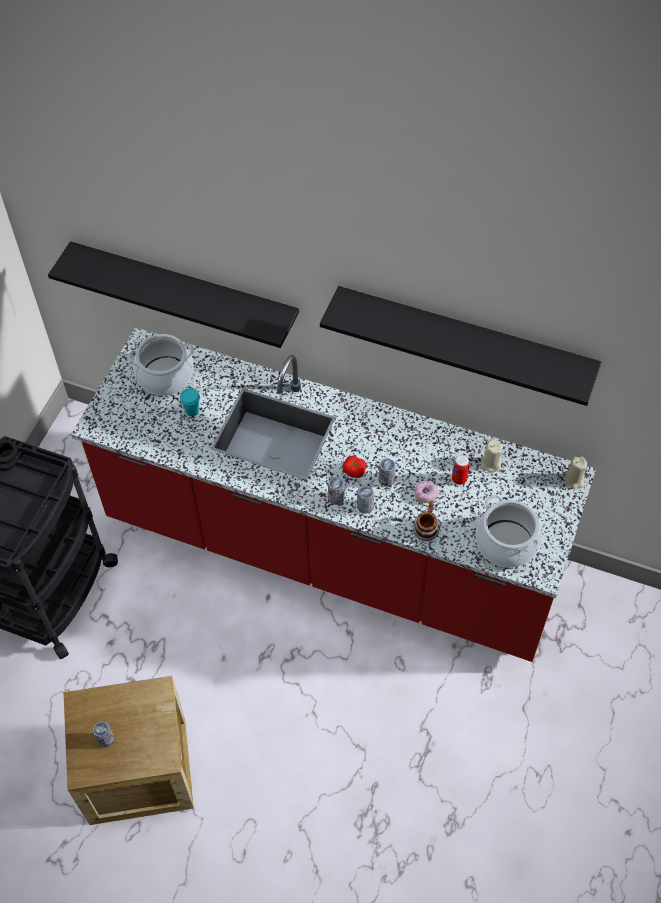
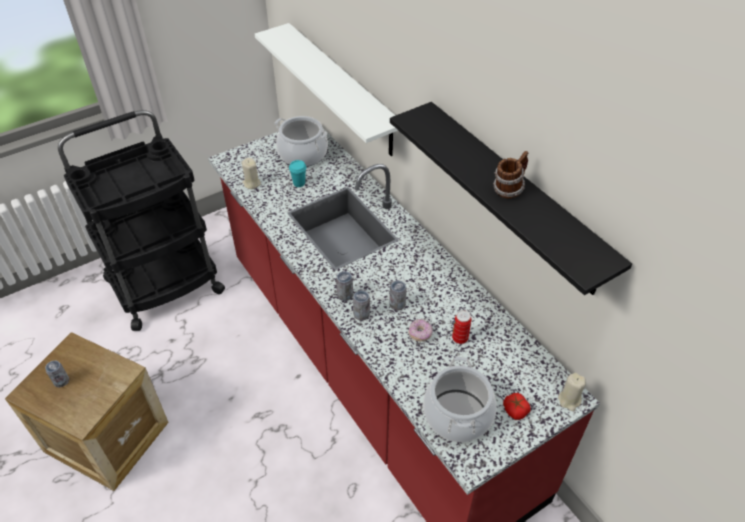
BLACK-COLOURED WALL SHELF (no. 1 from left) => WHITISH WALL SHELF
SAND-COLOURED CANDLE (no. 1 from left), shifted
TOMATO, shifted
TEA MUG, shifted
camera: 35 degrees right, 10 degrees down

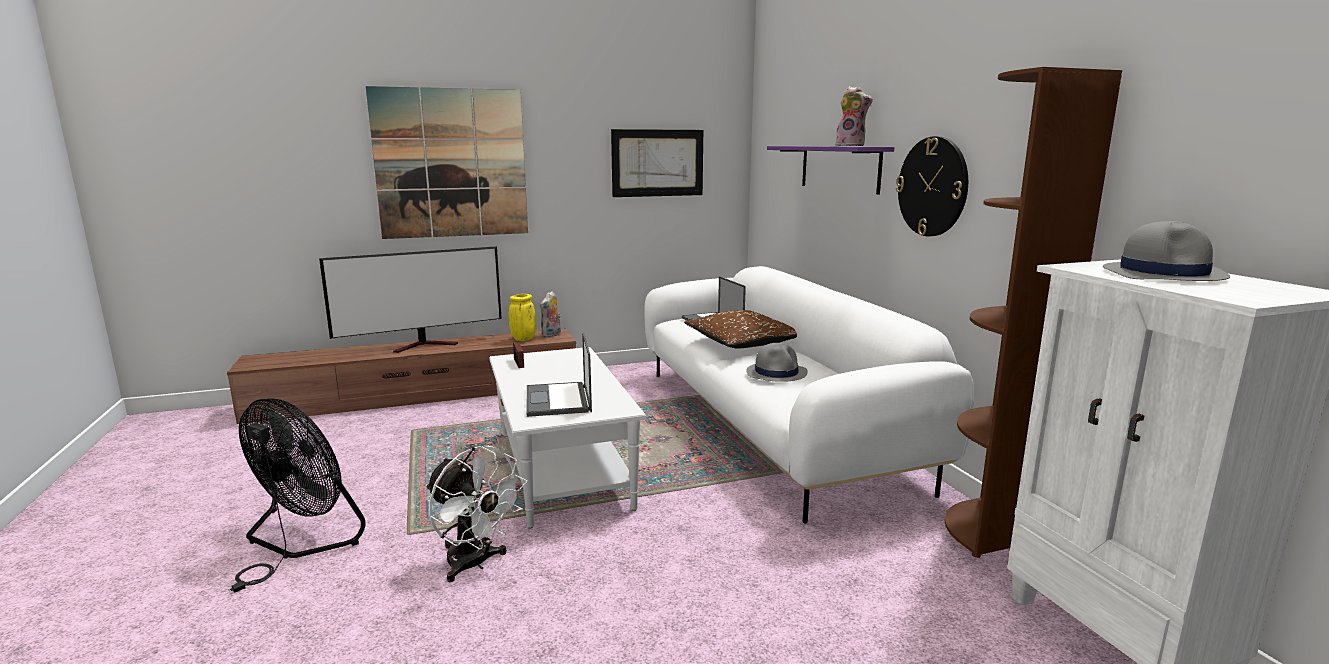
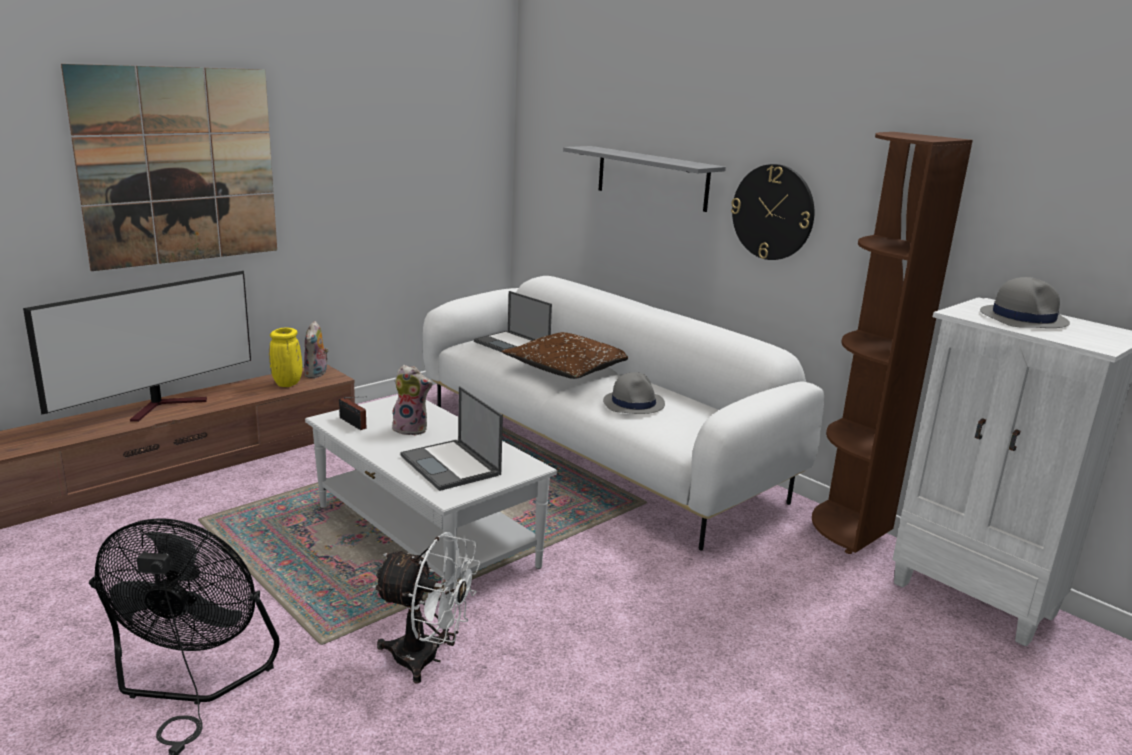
PLUSH TOY (no. 2 from left), shifted
PICTURE (no. 2 from left) => nothing
PURPLE WALL SHELF => GREYISH WALL SHELF
camera: 25 degrees left, 5 degrees up

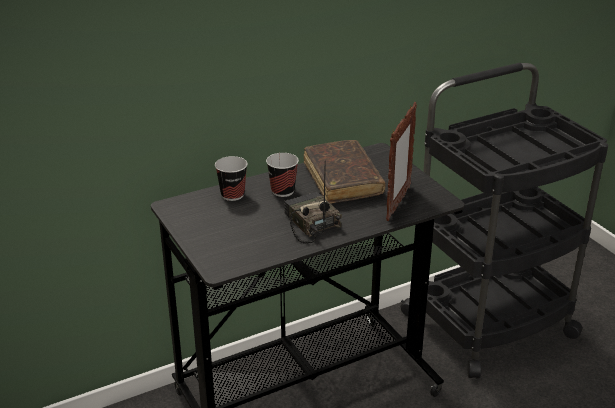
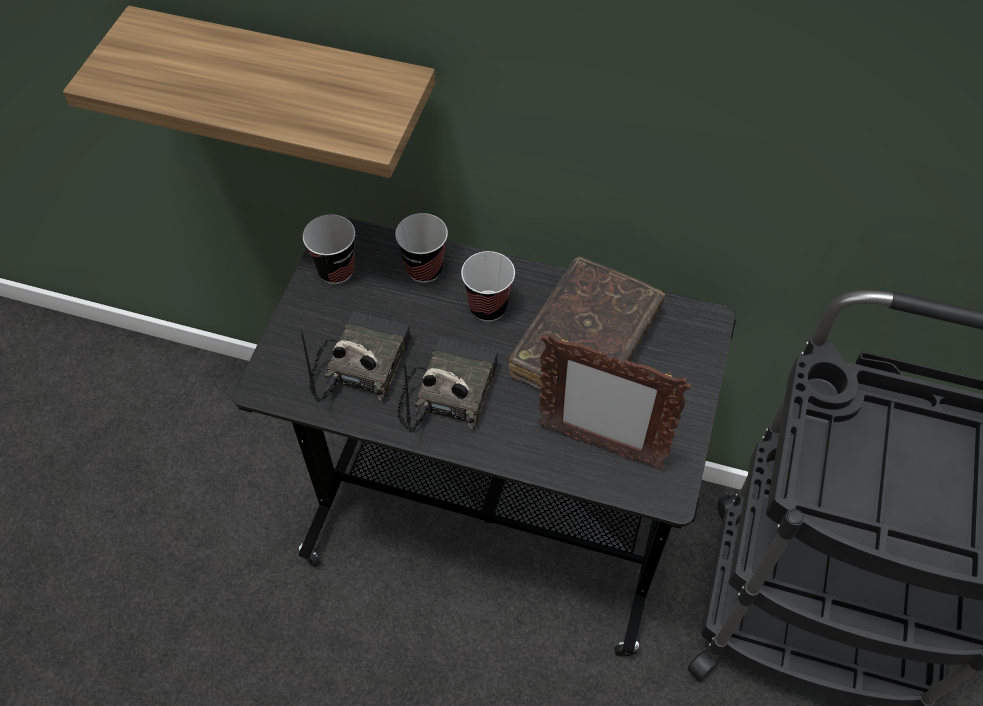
PHOTO FRAME, 45 degrees clockwise
nothing => WALL SHELF
nothing => SMALL CUP (no. 1 from left)
nothing => RADIO RECEIVER (no. 1 from left)
camera: 45 degrees right, 25 degrees up

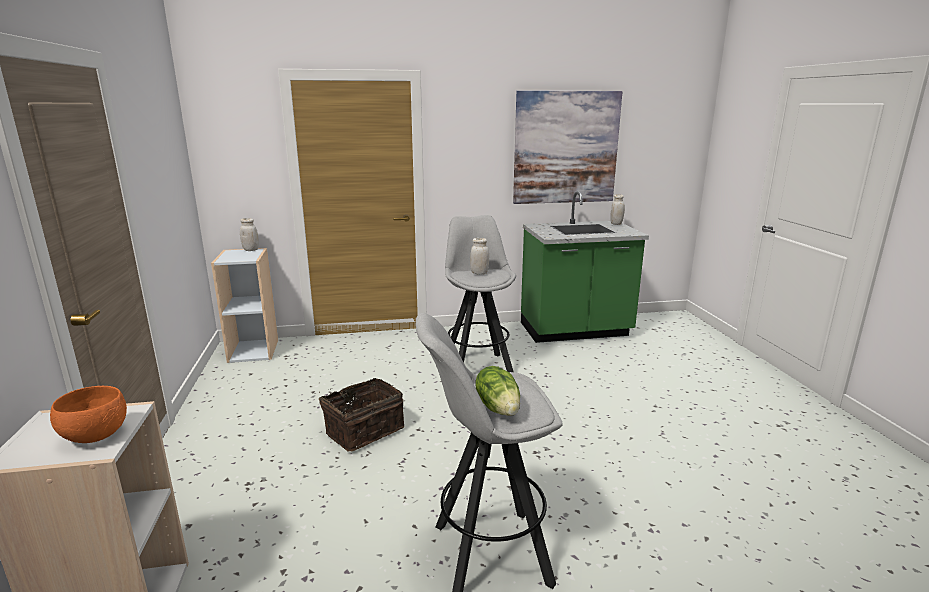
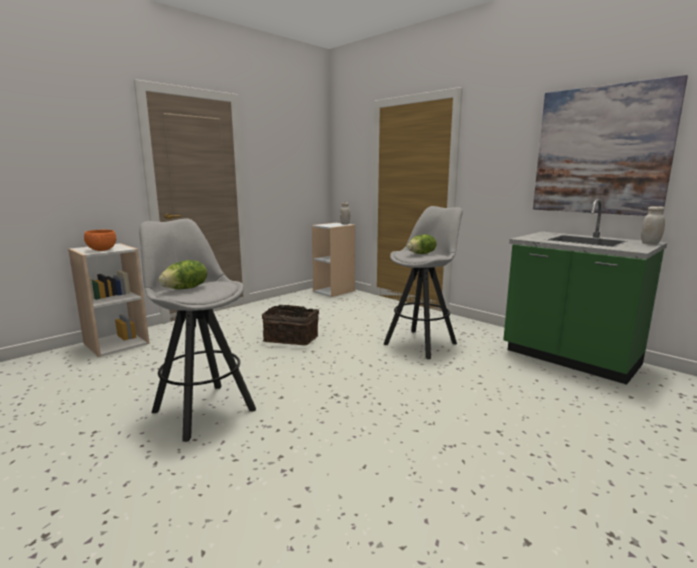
WHITISH JAR (no. 2 from left) => LETTUCE HEAD (no. 2 from left)
camera: 55 degrees right, 5 degrees down

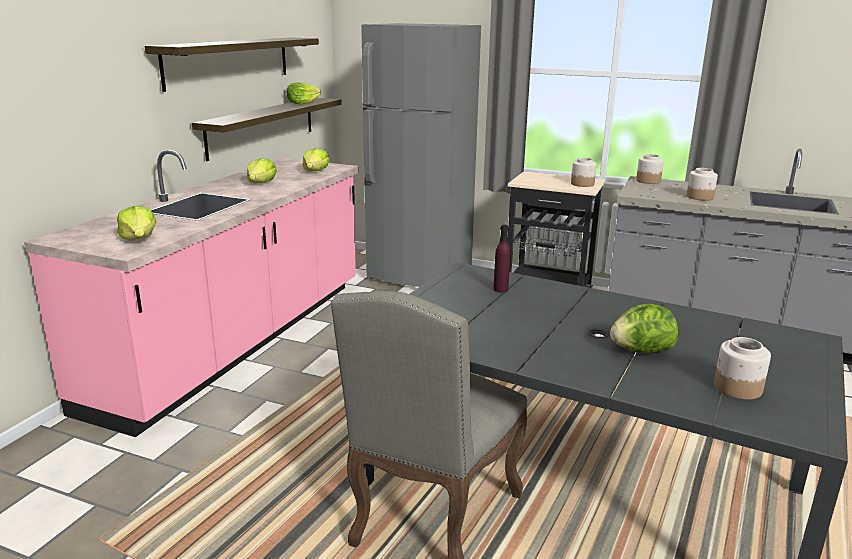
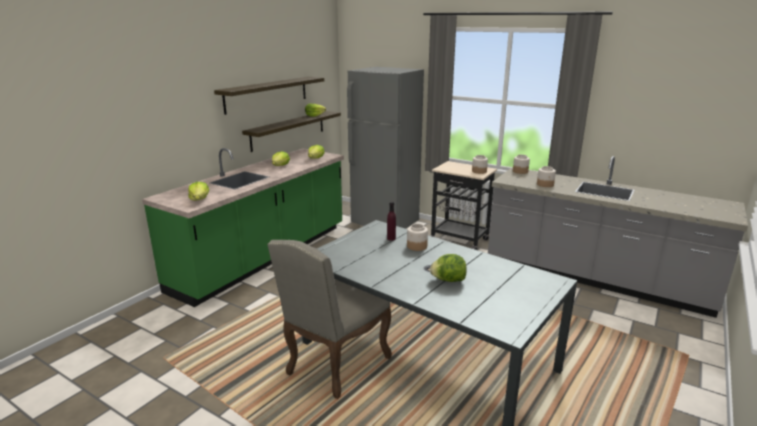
PINKISH COUNTER => GREEN COUNTER
JAR (no. 4 from left in the first image) => JAR (no. 1 from left), shifted
camera: 10 degrees right, 0 degrees up

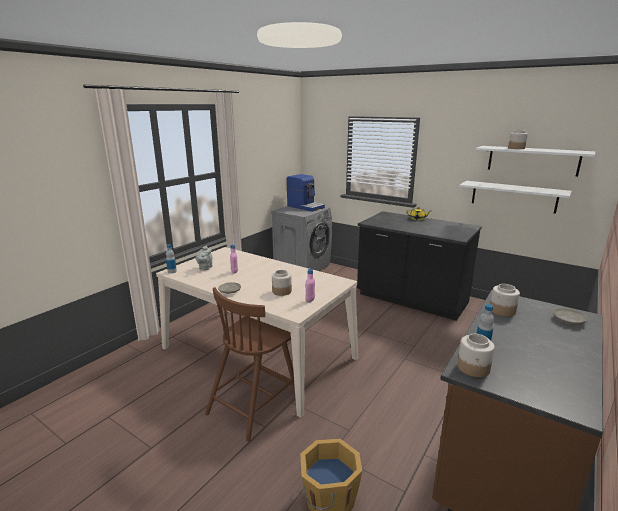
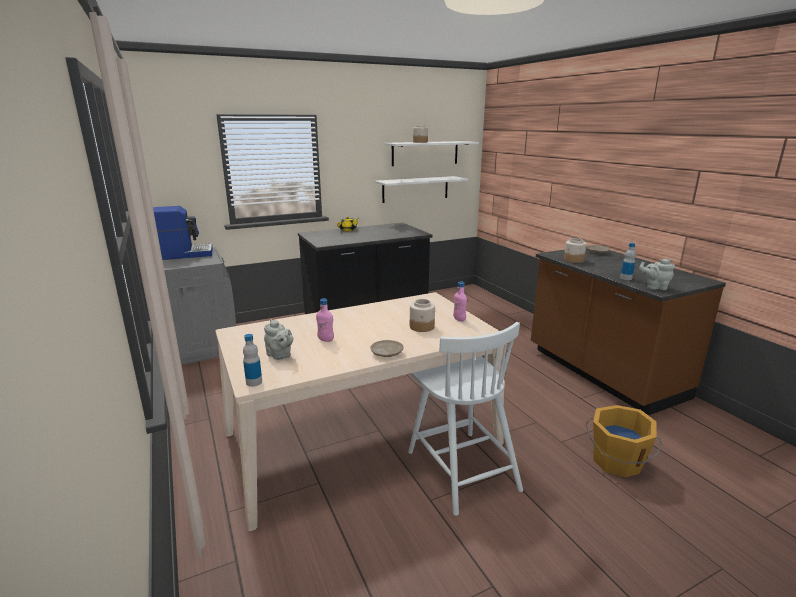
BROWN-COLOURED UPRIGHT CHAIR => WHITISH UPRIGHT CHAIR
JAR (no. 2 from left) => GREYISH POT FOR TEA (no. 2 from left)
camera: 60 degrees left, 0 degrees up

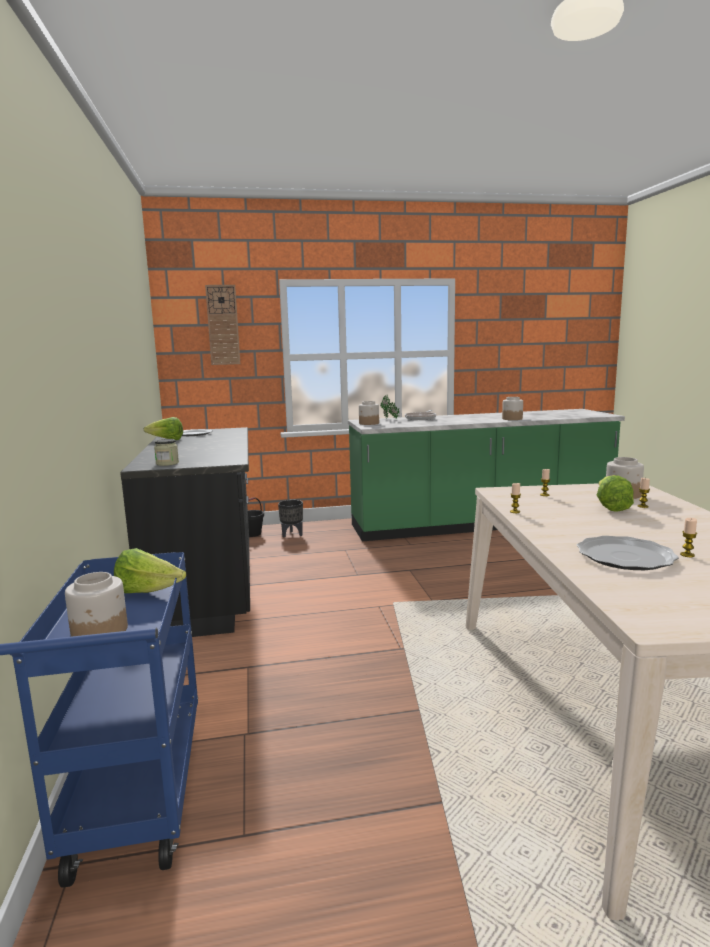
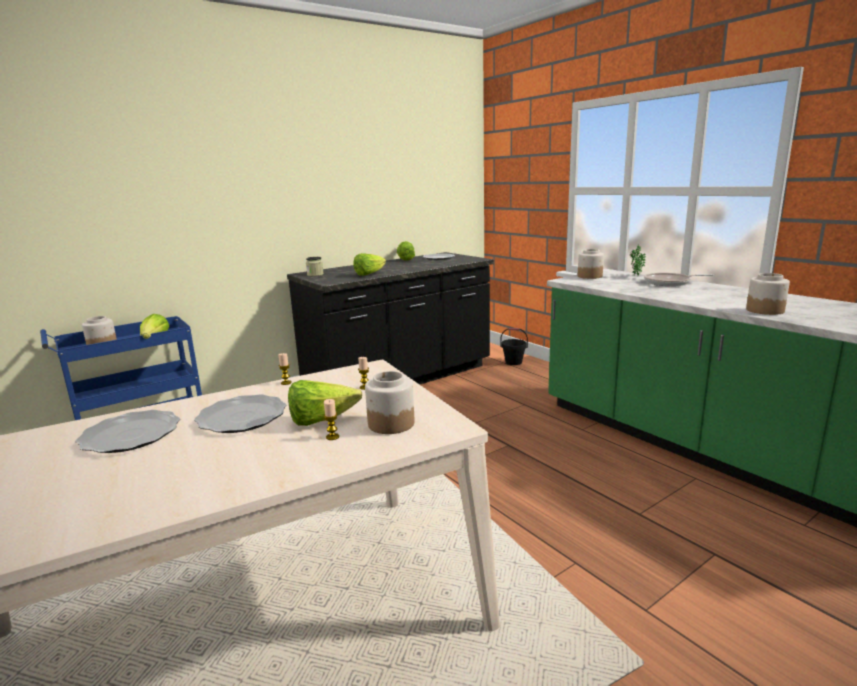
HANGING CLOCK => nothing
BLACK-COLOURED FLOWER POT => nothing
CANDLE (no. 4 from left) => nothing
nothing => LETTUCE HEAD (no. 3 from left)
nothing => FLAT DISH (no. 2 from left)
camera: 65 degrees right, 5 degrees up

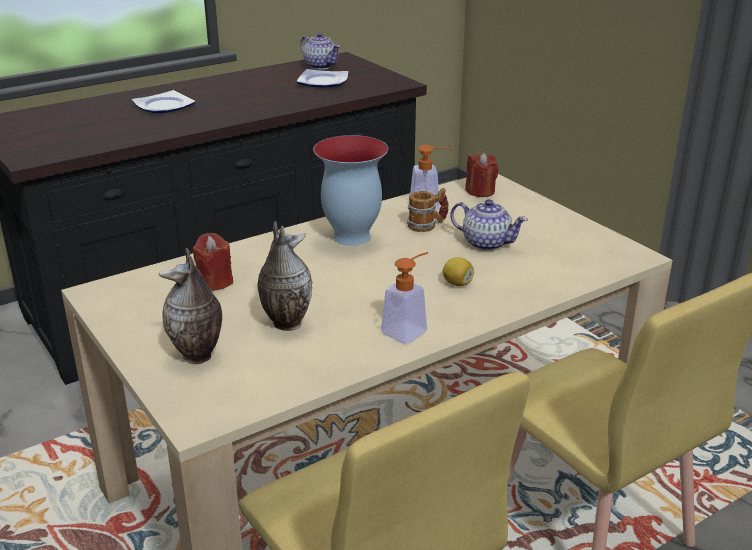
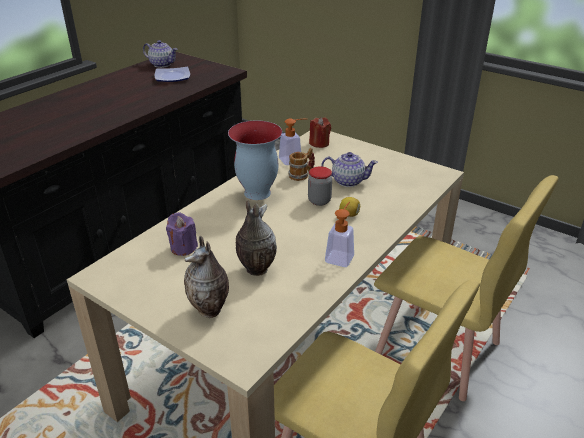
FLAT DISH (no. 1 from left) => nothing
RED-COLOURED CANDLE (no. 1 from left) => PURPLE CANDLE
nothing => JAR
camera: 20 degrees left, 5 degrees up

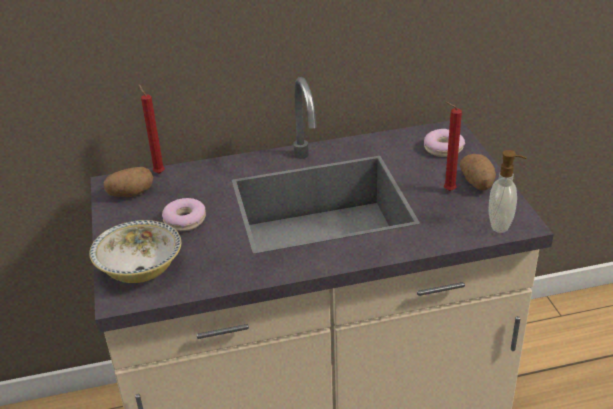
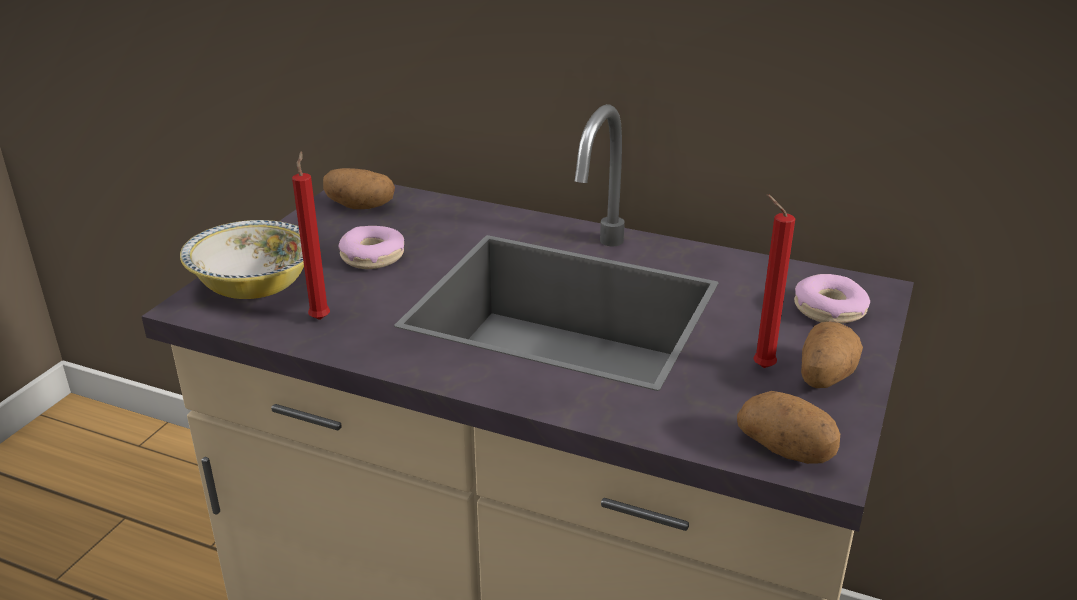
RED-COLOURED CANDLE (no. 1 from left), shifted
LIQUID SOAP BOTTLE => SPUD (no. 2 from left)
camera: 35 degrees right, 5 degrees down

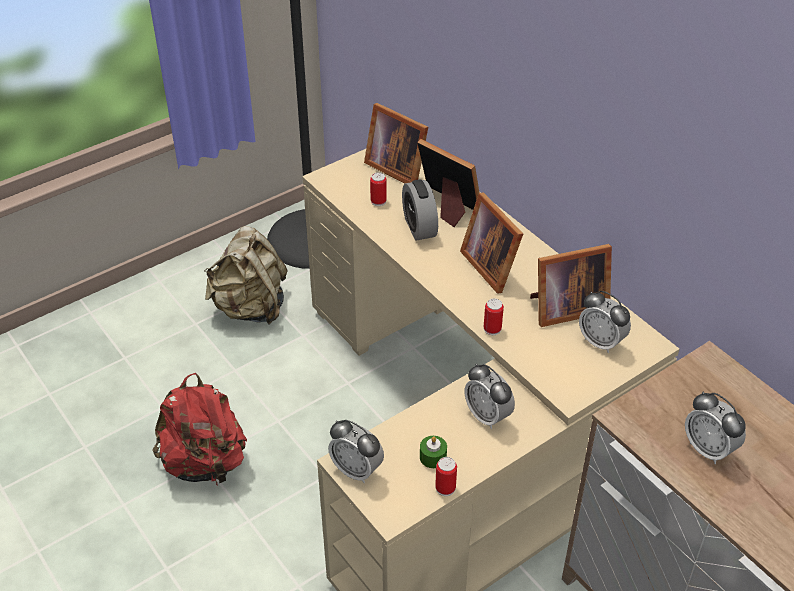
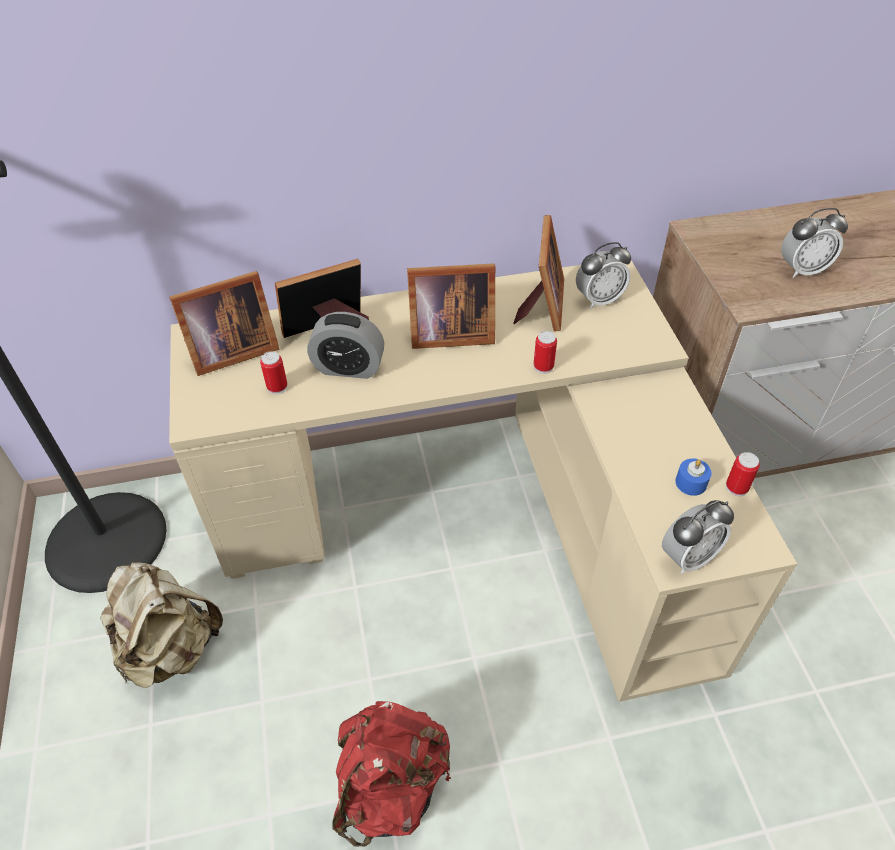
TABLE CLOCK (no. 3 from left) => nothing
GREEN CANDLE => BLUE-COLOURED CANDLE
camera: 65 degrees left, 5 degrees up

